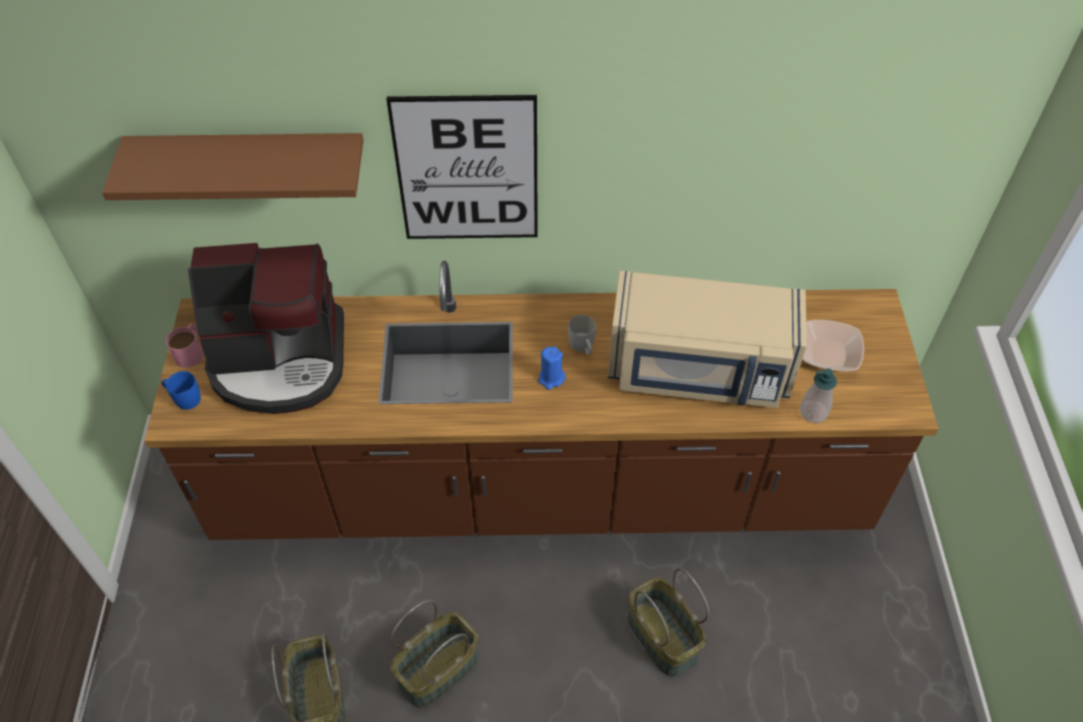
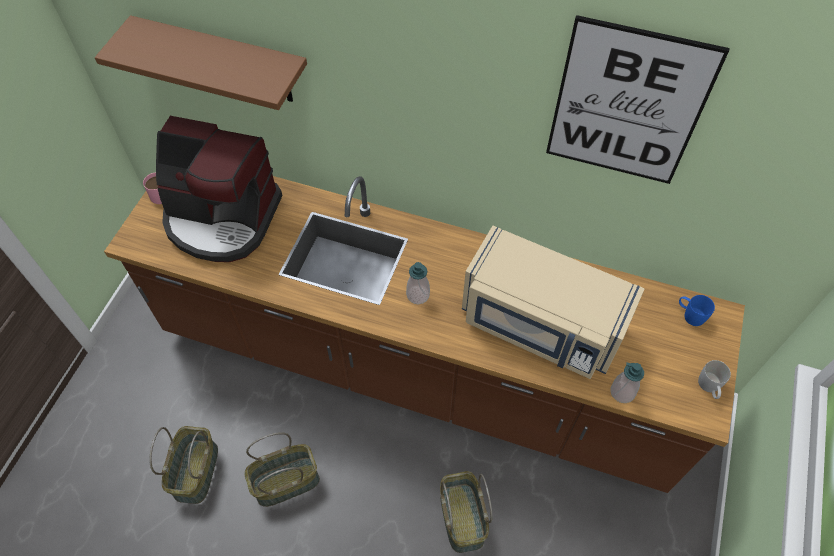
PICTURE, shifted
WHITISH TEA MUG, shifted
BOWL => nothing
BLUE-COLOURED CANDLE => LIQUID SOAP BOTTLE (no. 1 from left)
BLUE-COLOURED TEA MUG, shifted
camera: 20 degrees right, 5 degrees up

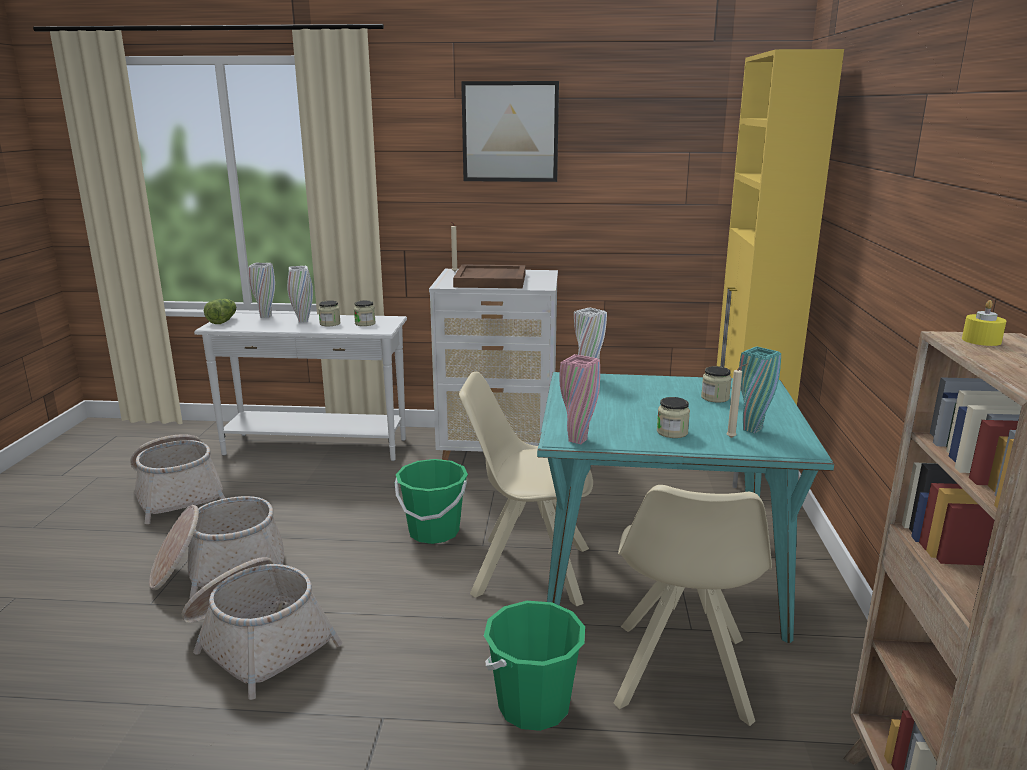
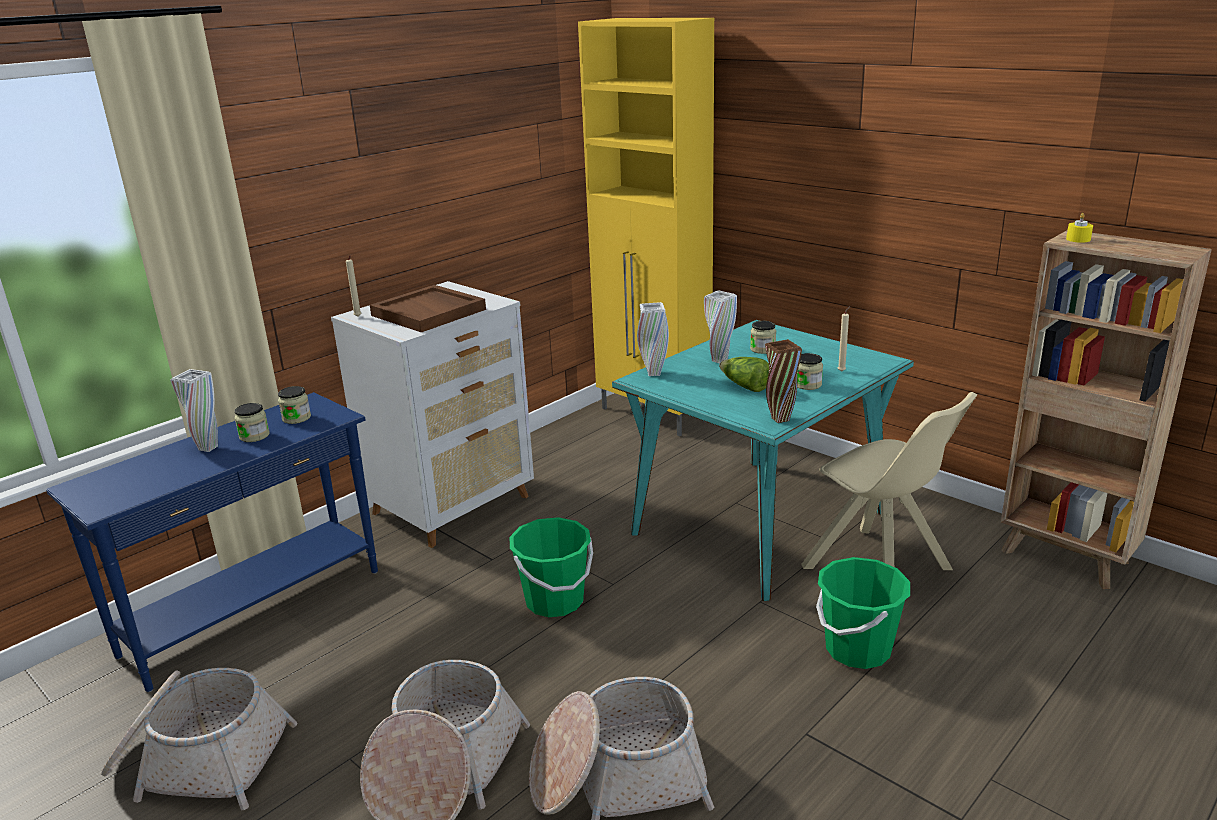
PICTURE => nothing
WHITISH DECORATIVE VASE (no. 1 from left in the first image) => WHITISH DECORATIVE VASE (no. 3 from left), shifted
LETTUCE HEAD, shifted
WHITISH NARROW TABLE => BLUE-COLOURED NARROW TABLE
TURQUOISE DECORATIVE VASE => nothing
PINKISH DECORATIVE VASE => BROWN-COLOURED DECORATIVE VASE
SAND-COLOURED UPRIGHT CHAIR (no. 1 from left) => nothing
camera: 50 degrees left, 5 degrees up

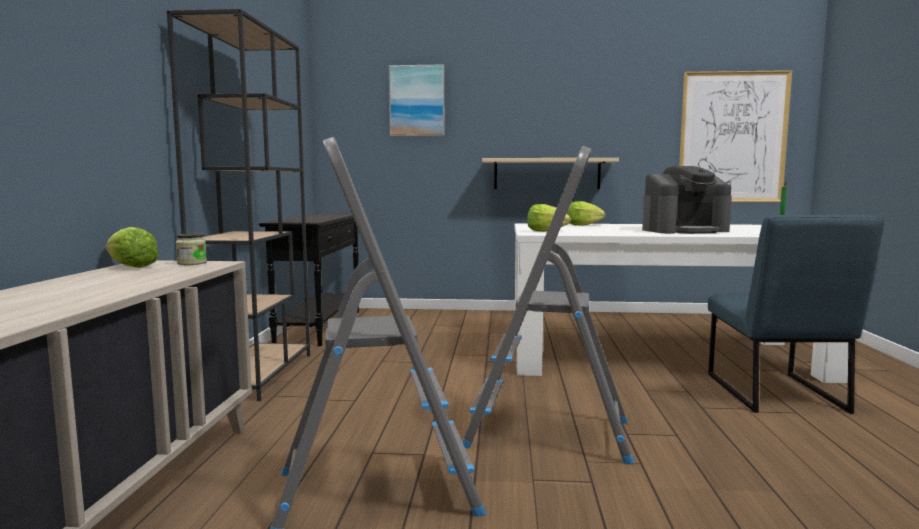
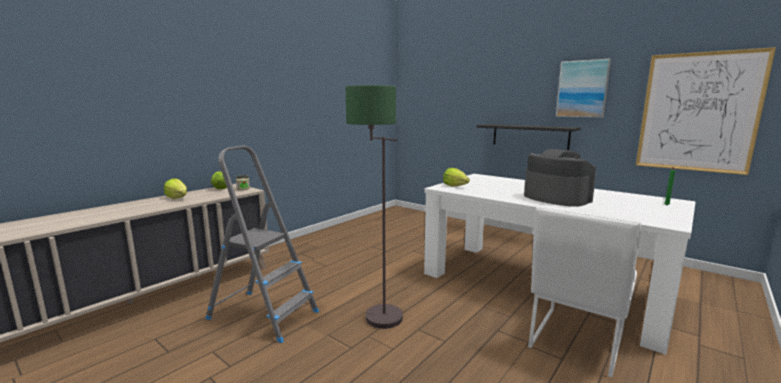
SHELVING UNIT => nothing
PICTURE (no. 1 from left), shifted
GREYISH STEPLADDER (no. 2 from left) => GREEN STANDARD LAMP
SAND-COLOURED WALL SHELF => BLACK-COLOURED WALL SHELF
COFFEE MACHINE, 150 degrees counterclockwise
LETTUCE HEAD (no. 3 from left in the first image) => LETTUCE HEAD (no. 1 from left), shifted
BLACK-COLOURED NARROW TABLE => nothing
BLUE-COLOURED UPRIGHT CHAIR => WHITISH UPRIGHT CHAIR
camera: 35 degrees right, 5 degrees up

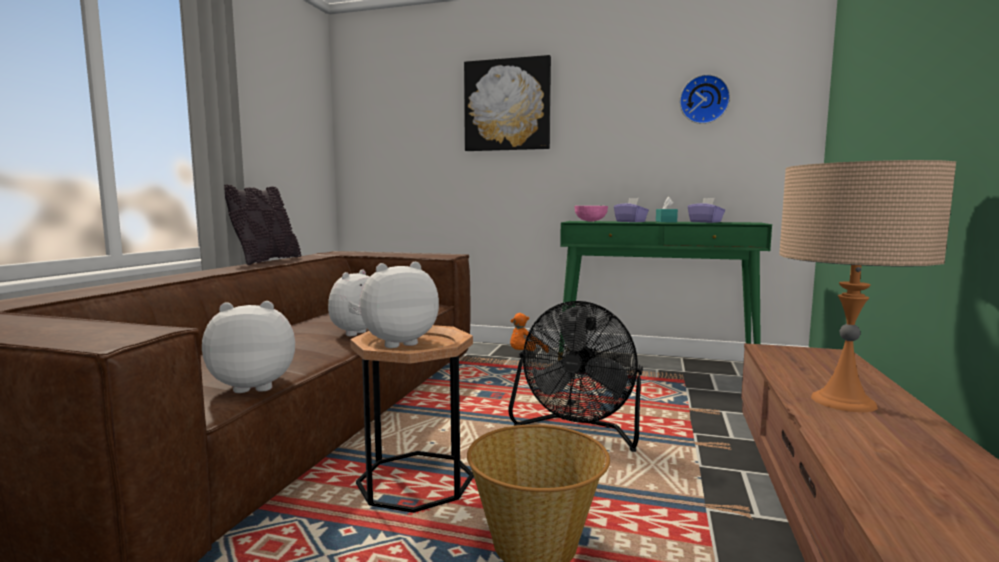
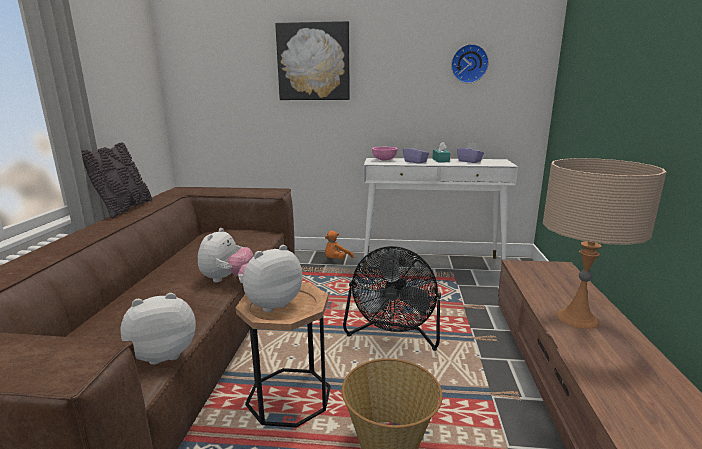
GREEN NARROW TABLE => WHITISH NARROW TABLE
camera: 10 degrees left, 10 degrees up

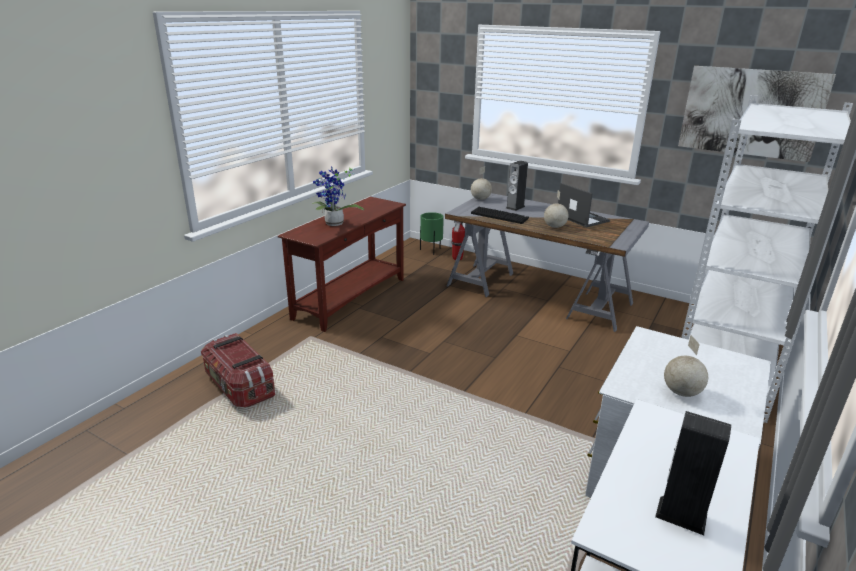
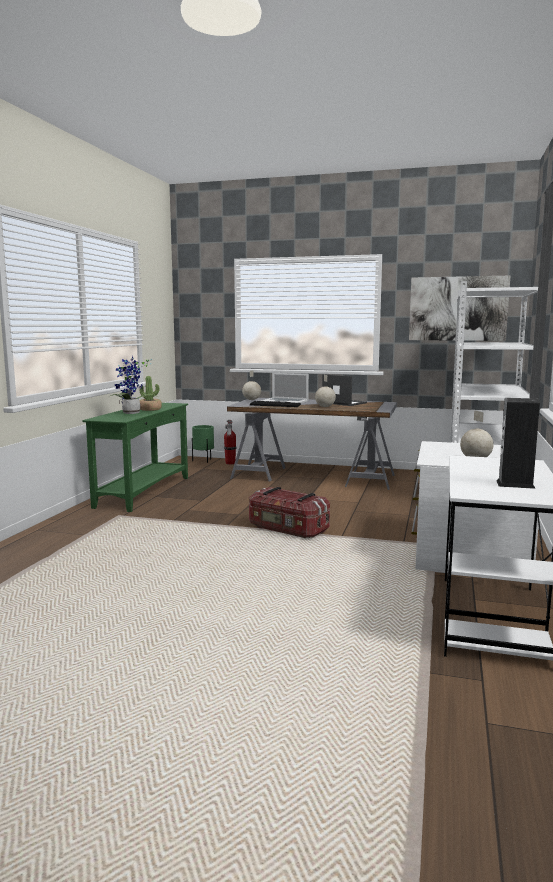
LOUDSPEAKER (no. 1 from left) => NOTEBOOK COMPUTER (no. 1 from left)
BROWN-COLOURED NARROW TABLE => GREEN NARROW TABLE
STORAGE BOX, shifted
nothing => PLANT IN A POT (no. 2 from left)
camera: 15 degrees left, 15 degrees down

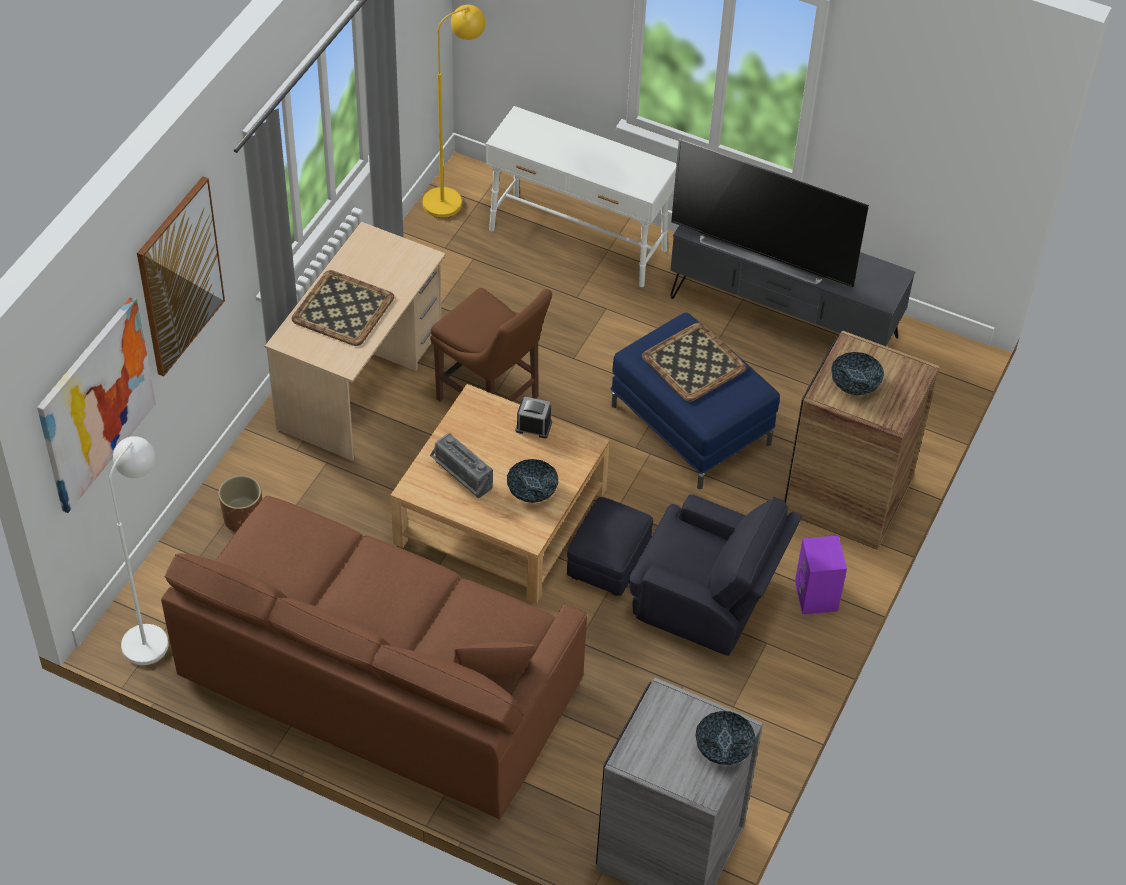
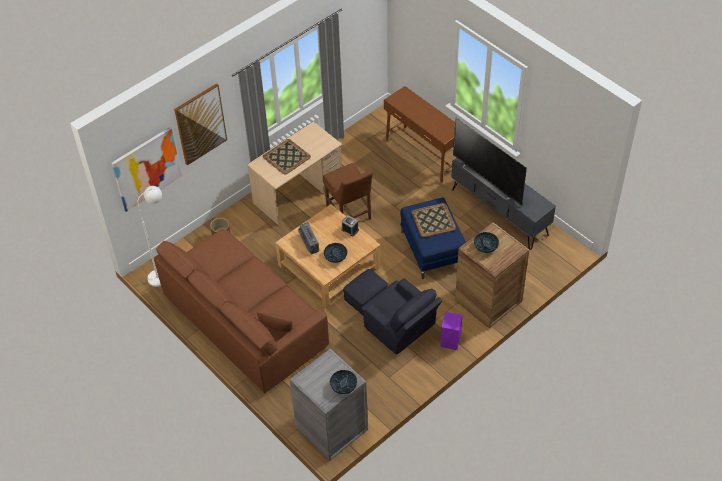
YELLOW-COLOURED STANDARD LAMP => nothing
WHITISH NARROW TABLE => BROWN-COLOURED NARROW TABLE
camera: 25 degrees right, 0 degrees up

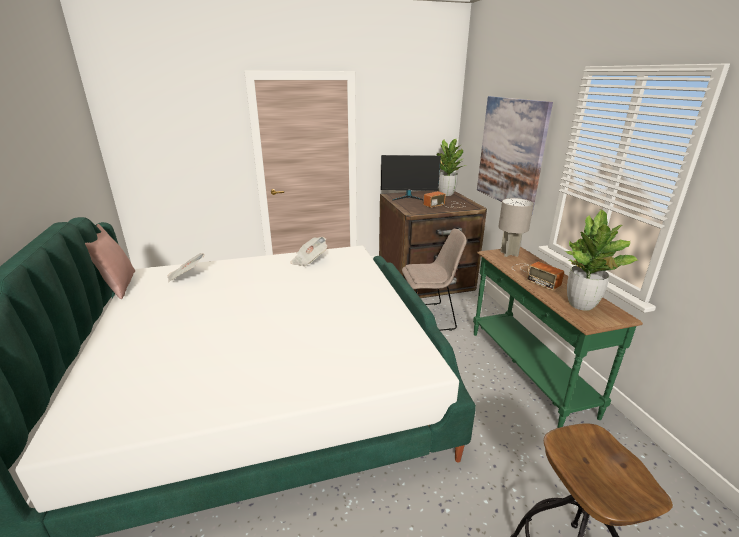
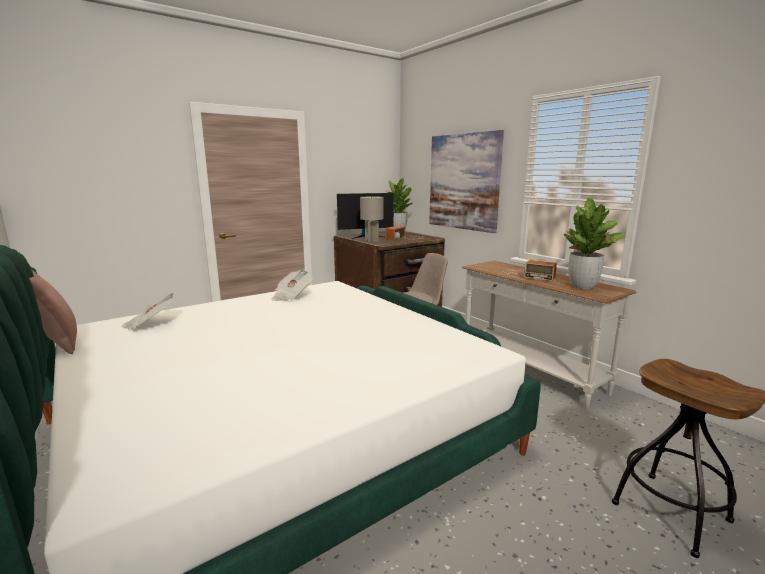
GREYISH TABLE LAMP, shifted
GREEN NARROW TABLE => WHITISH NARROW TABLE
camera: 20 degrees left, 10 degrees down

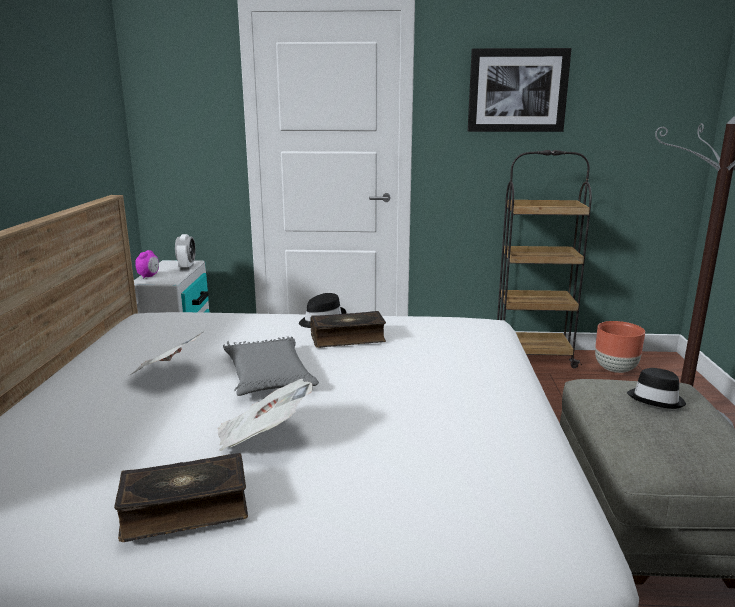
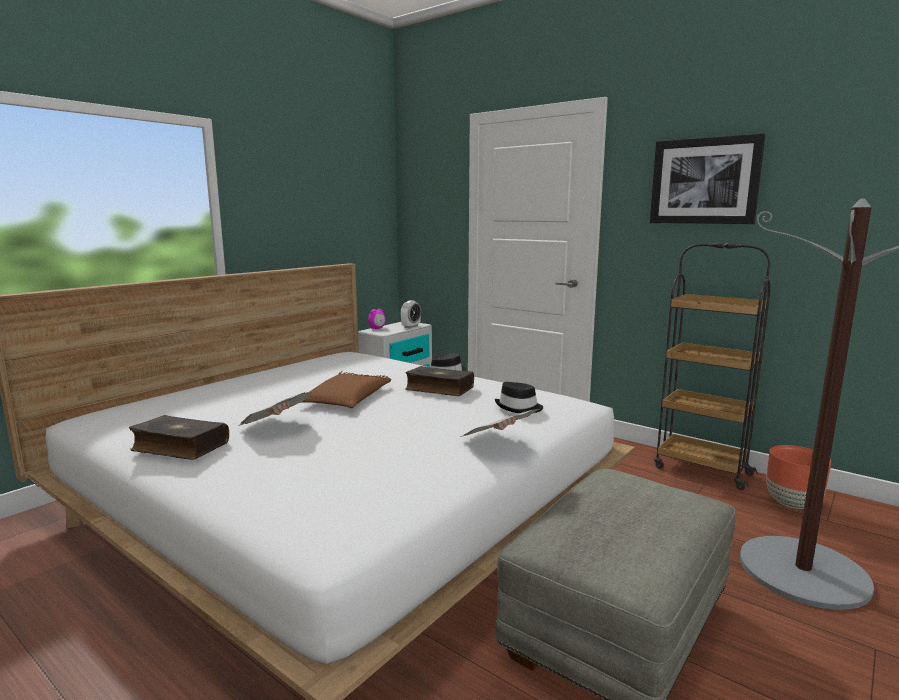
PRINTED PAPER (no. 1 from left in the first image) => PRINTED PAPER (no. 2 from left), shifted
GREYISH THROW PILLOW => BROWN-COLOURED THROW PILLOW
BLACK-COLOURED WEARABLE HAT (no. 2 from left), shifted
camera: 35 degrees right, 5 degrees down

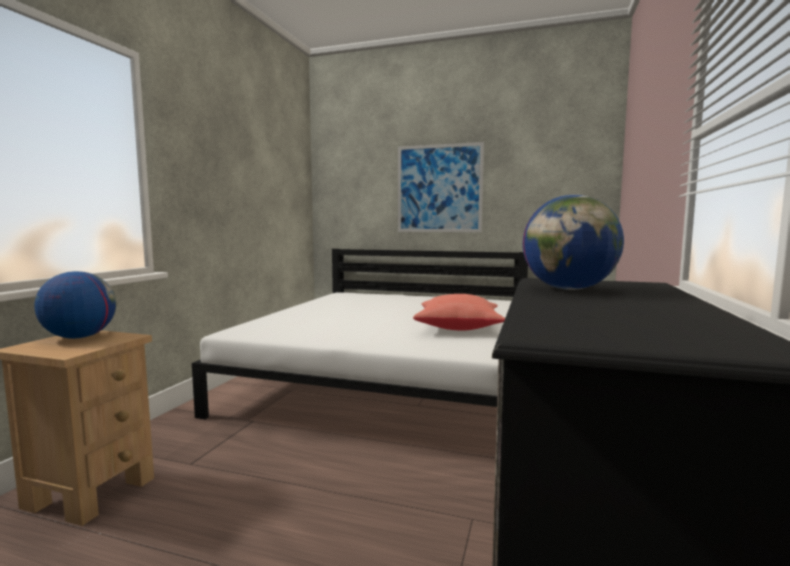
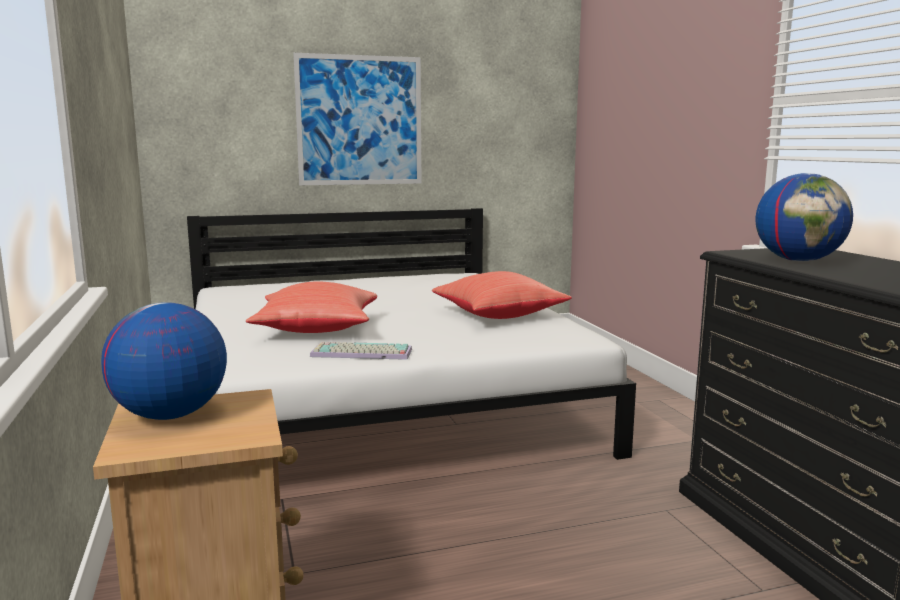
nothing => RED-COLOURED THROW PILLOW (no. 1 from left)
nothing => PC KEYBOARD
camera: 35 degrees left, 5 degrees up

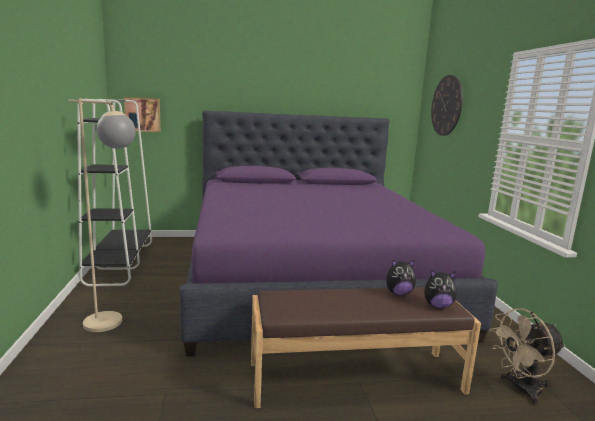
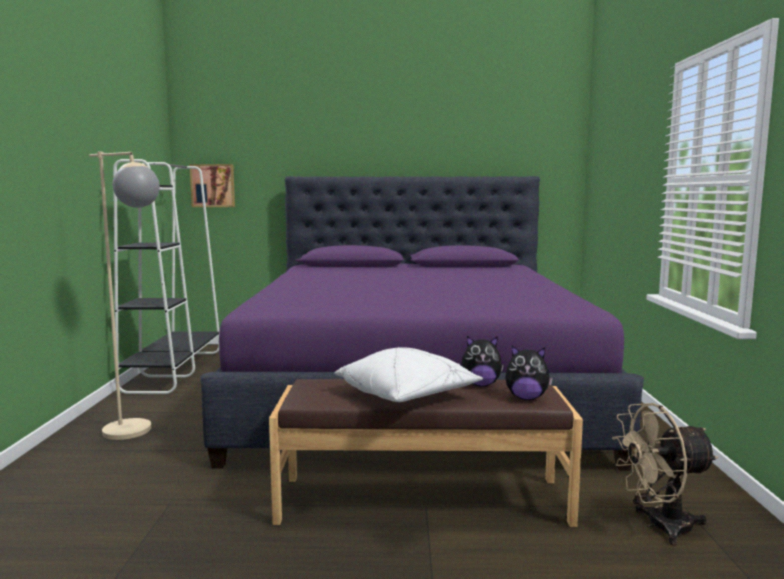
HANGING CLOCK => nothing
nothing => WHITISH THROW PILLOW
camera: 10 degrees right, 5 degrees down

